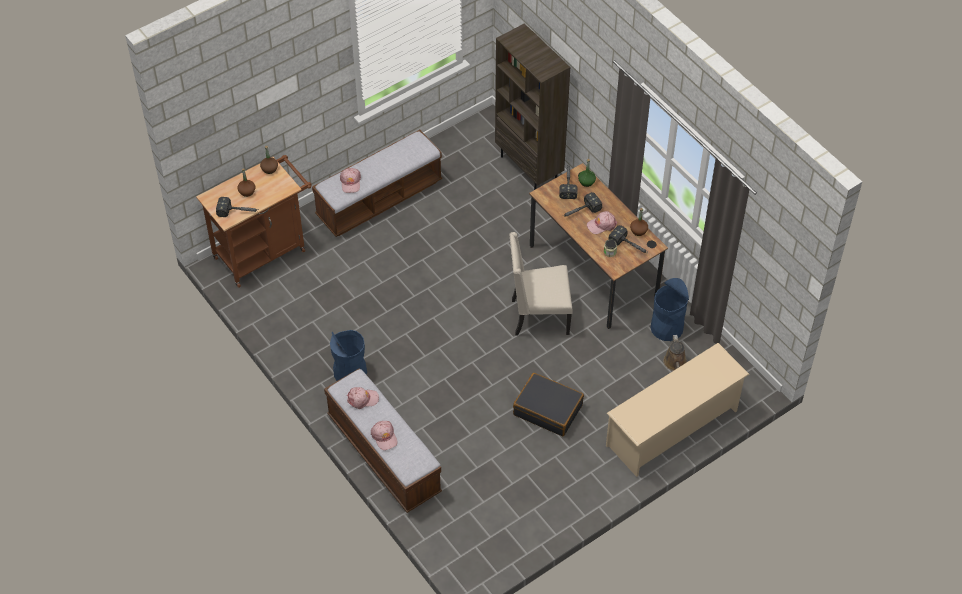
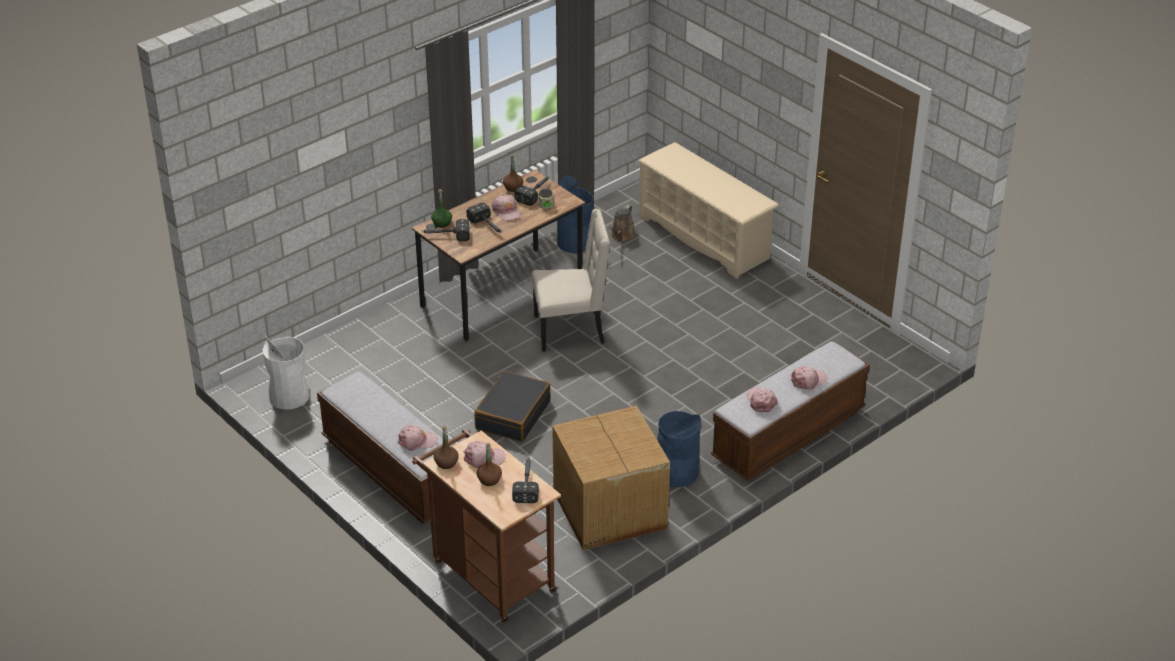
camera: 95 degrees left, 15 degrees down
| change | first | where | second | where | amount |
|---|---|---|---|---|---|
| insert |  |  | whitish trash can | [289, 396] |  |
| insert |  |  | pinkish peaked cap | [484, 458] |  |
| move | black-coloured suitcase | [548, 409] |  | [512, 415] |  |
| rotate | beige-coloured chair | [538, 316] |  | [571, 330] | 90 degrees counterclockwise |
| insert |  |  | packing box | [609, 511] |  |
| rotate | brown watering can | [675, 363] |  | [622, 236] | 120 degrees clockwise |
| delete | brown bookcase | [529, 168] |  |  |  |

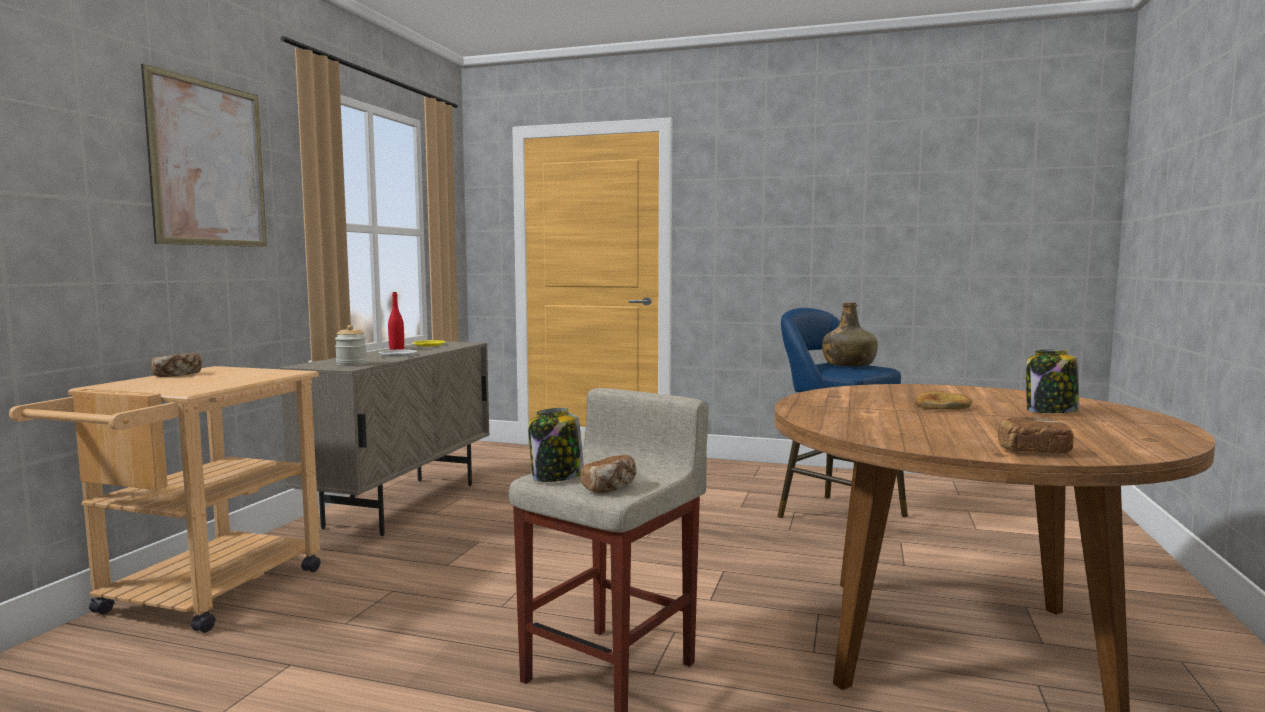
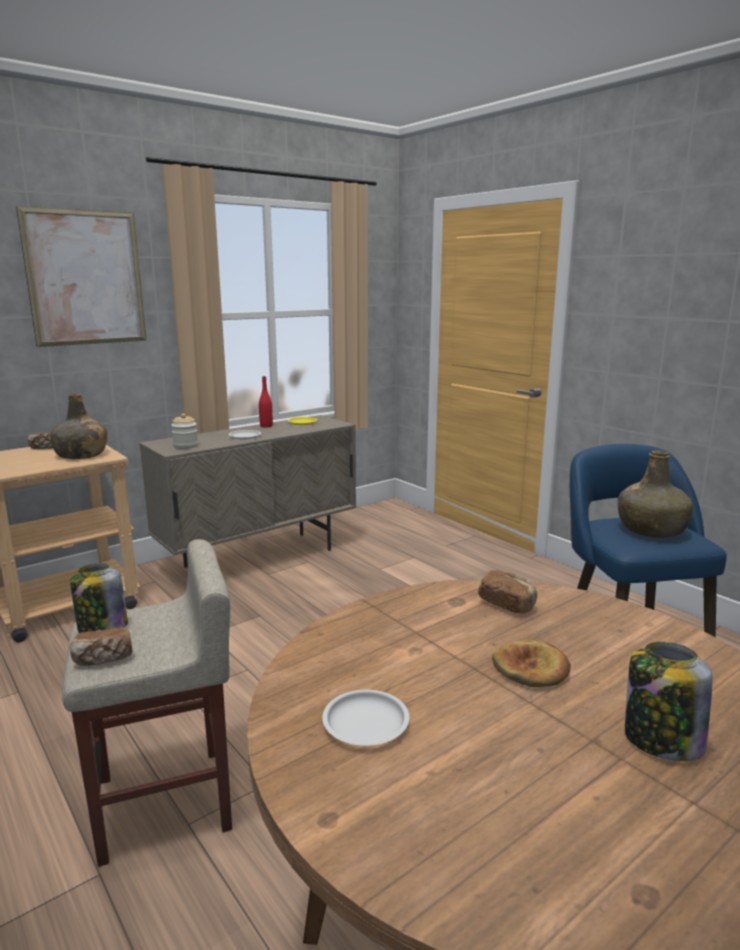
camera: 35 degrees right, 10 degrees up
| change | first | where | second | where | amount |
|---|---|---|---|---|---|
| insert |  |  | green drink bottle | [81, 455] |  |
| insert |  |  | whitish dinner plate | [365, 723] |  |
| move | bakery bread | [1033, 452] |  | [507, 604] |  |

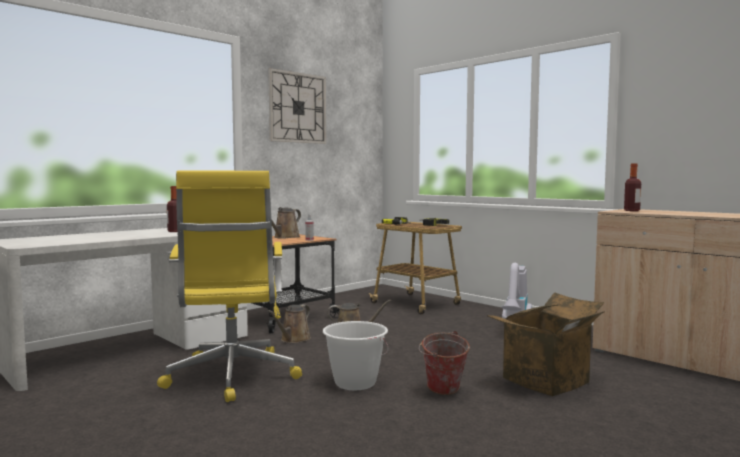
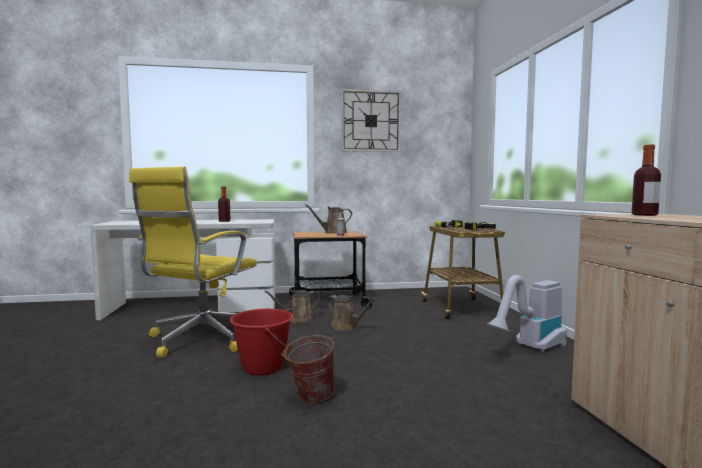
camera: 35 degrees right, 0 degrees up
| change | first | where | second | where | amount |
|---|---|---|---|---|---|
| recolor | whitish bucket | [355, 383] | red-coloured bucket | [262, 367] |  |
| delete | packing box | [547, 382] |  |  |  |

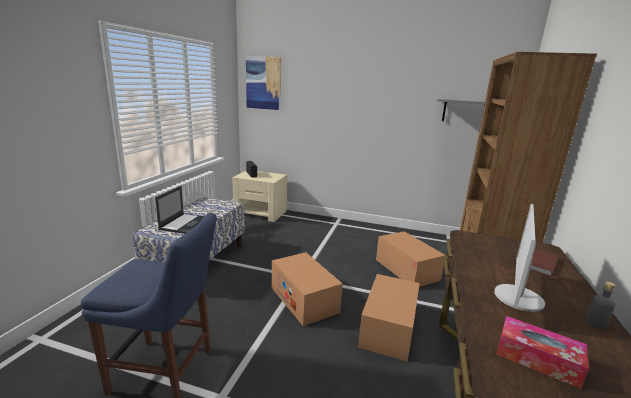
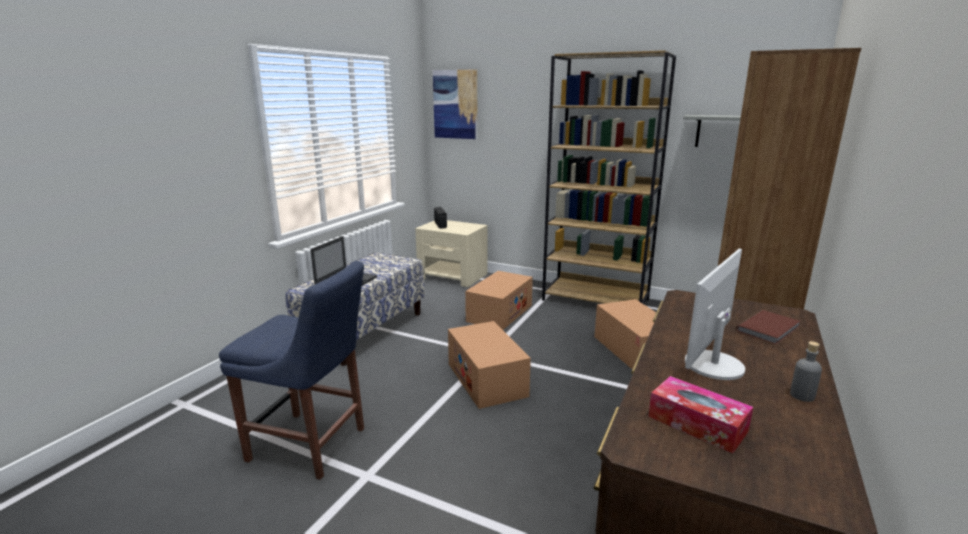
camera: 10 degrees right, 0 degrees up
| change | first | where | second | where | amount |
|---|---|---|---|---|---|
| move | packing box | [388, 328] |  | [499, 313] |  |
| insert |  |  | brown bookcase | [596, 299] |  |

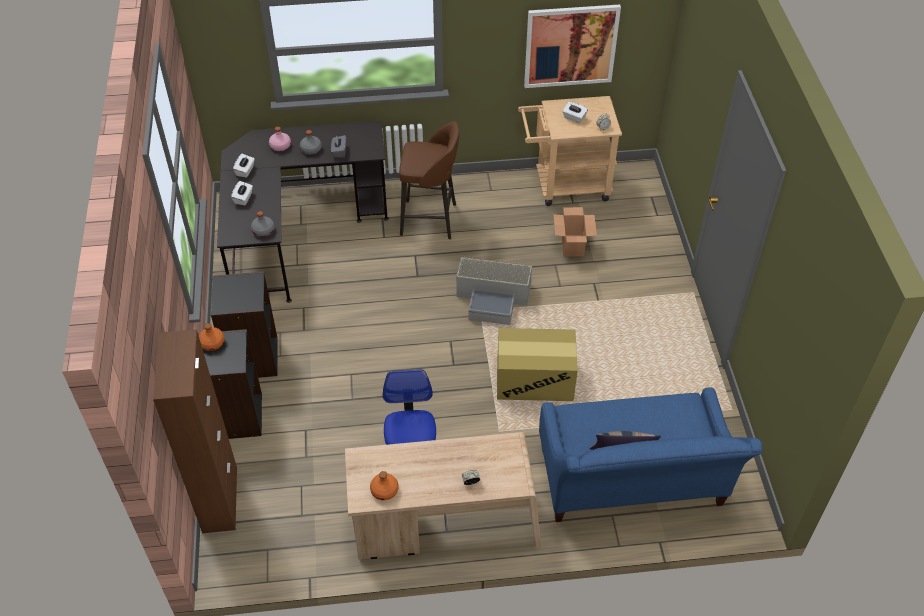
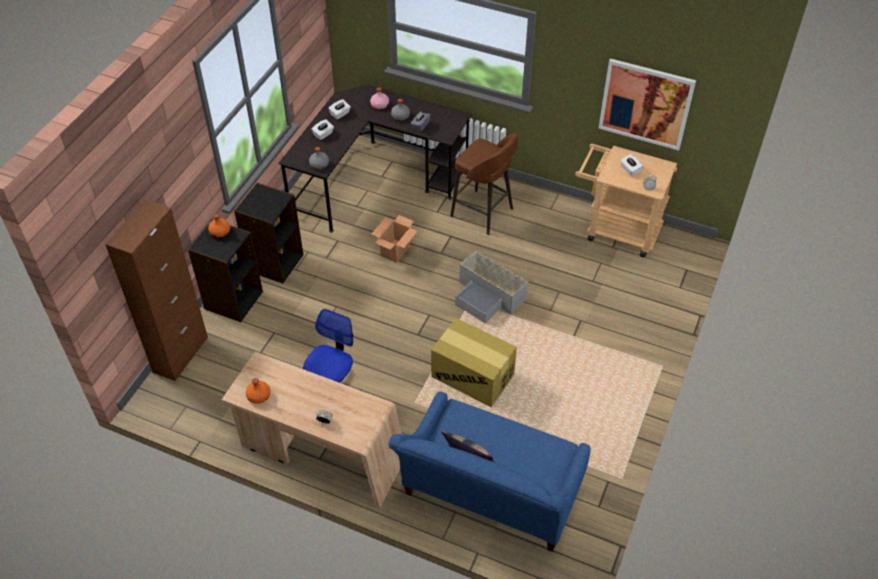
camera: 30 degrees right, 0 degrees up
| change | first | where | second | where | amount |
|---|---|---|---|---|---|
| move | packing box | [572, 245] |  | [395, 250] |  |

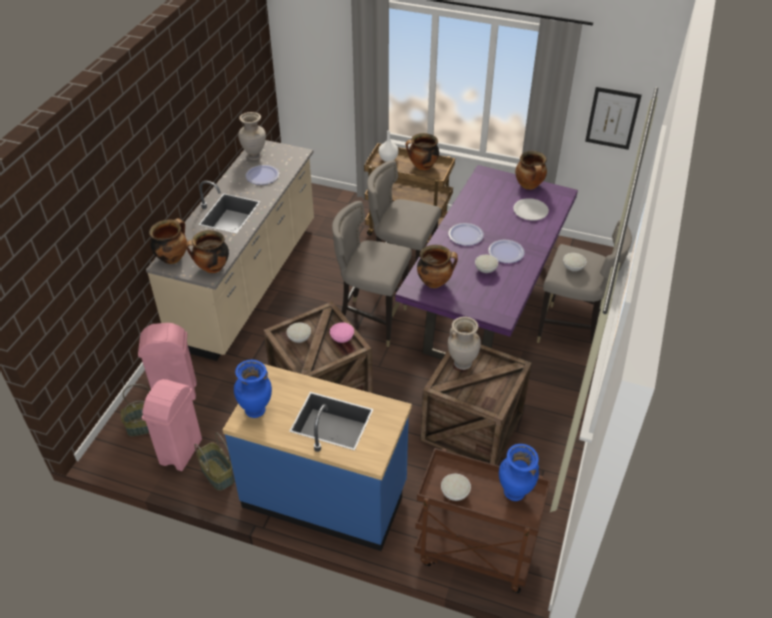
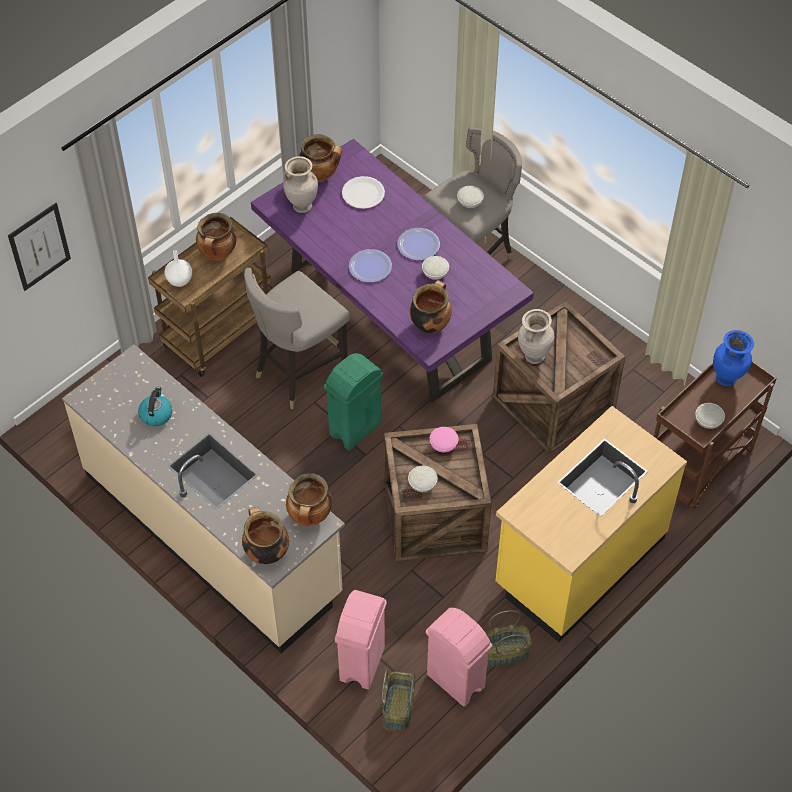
camera: 65 degrees left, 10 degrees up
| change | first | where | second | where | amount |
|---|---|---|---|---|---|
| move | wall art | [612, 118] |  | [39, 246] |  |
| replace | dinner plate | [262, 175] | tea kettle | [156, 414] |  |
| move | beige-coloured vase | [255, 156] |  | [302, 206] |  |
| replace | grey stool seat | [372, 320] | green trash can | [354, 429] |  |
| recolor | blue kitchen counter | [325, 495] | yellow-coloured kitchen counter | [578, 561] |  |
| delete | blue vase | [256, 411] |  |  |  |

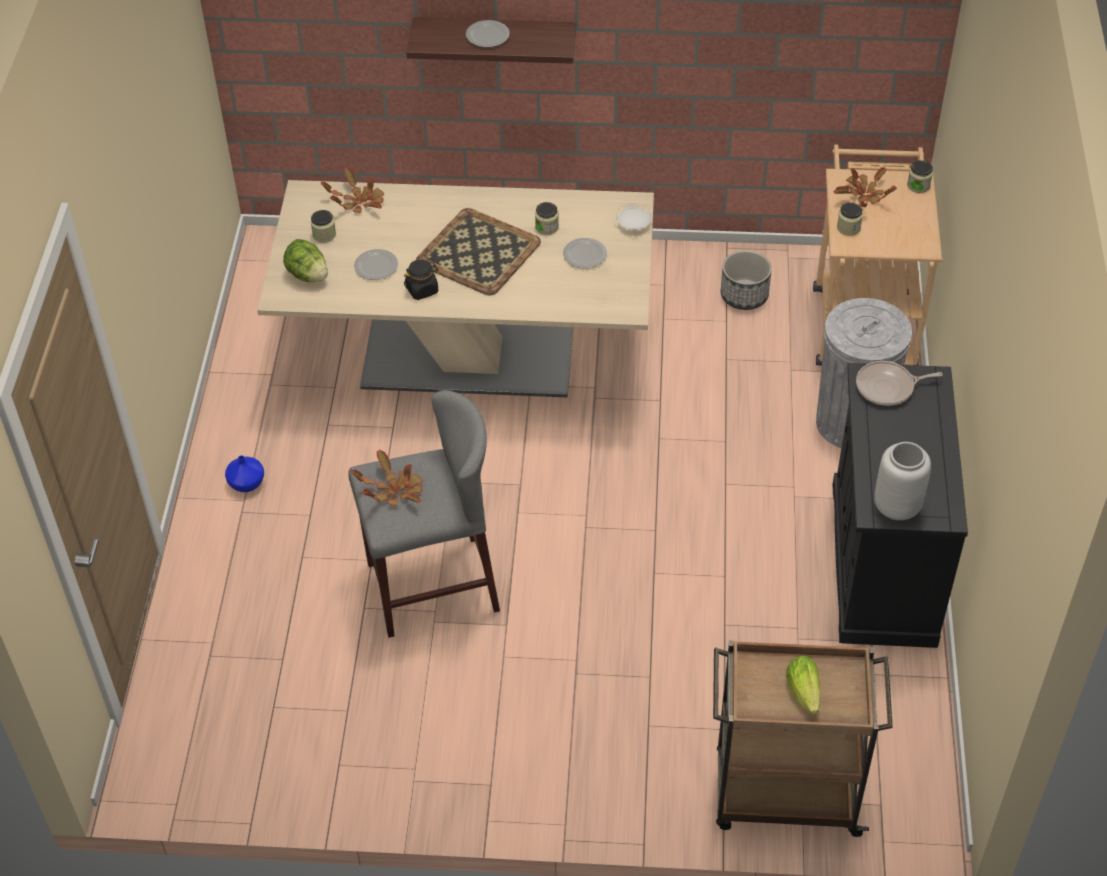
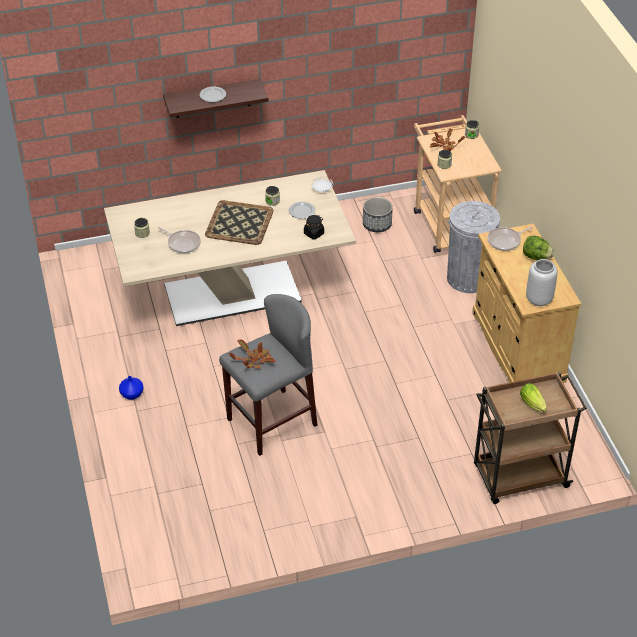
camera: 20 degrees left, 5 degrees down
| change | first | where | second | where | amount |
|---|---|---|---|---|---|
| replace | dinner plate | [376, 266] | pan | [182, 243] |  |
| move | black-coloured preserve jar | [422, 290] |  | [314, 233] |  |
| recolor | black-coloured cabinet | [882, 563] | beige-coloured cabinet | [517, 347] |  |
| move | lettuce | [308, 275] |  | [536, 257] |  |
| delete | plant in a pot | [359, 202] |  |  |  |

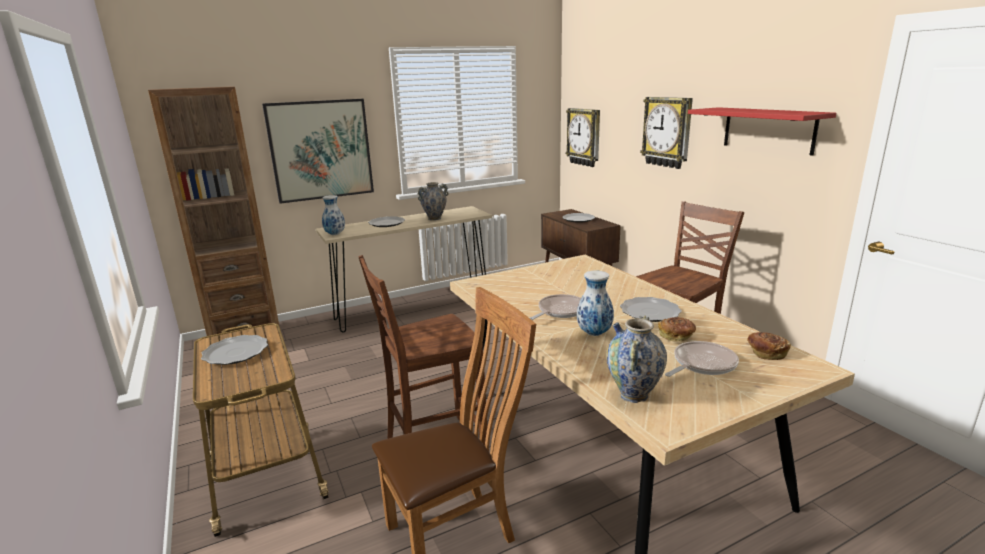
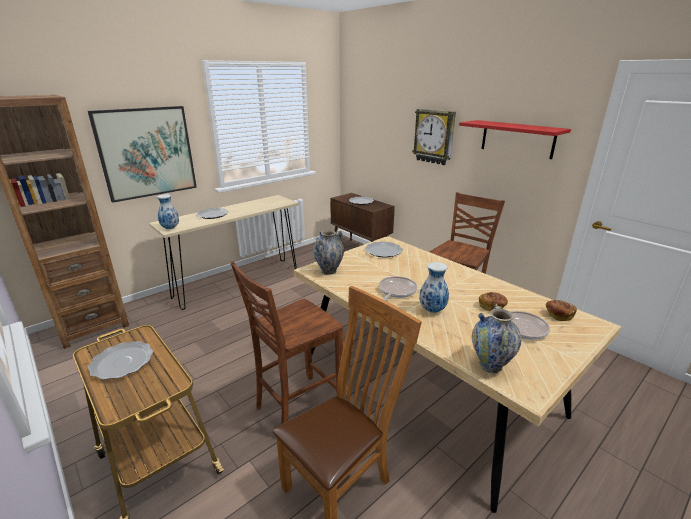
camera: 15 degrees left, 5 degrees up
| change | first | where | second | where | amount |
|---|---|---|---|---|---|
| move | vase | [434, 218] |  | [329, 271] |  |
| move | dinner plate | [649, 312] |  | [383, 251] |  |
| delete | wall clock | [584, 137] |  |  |  |

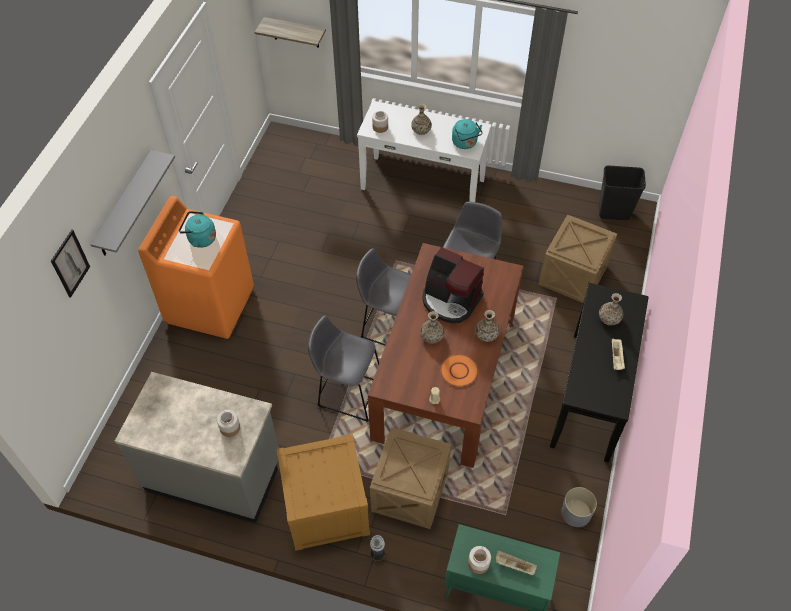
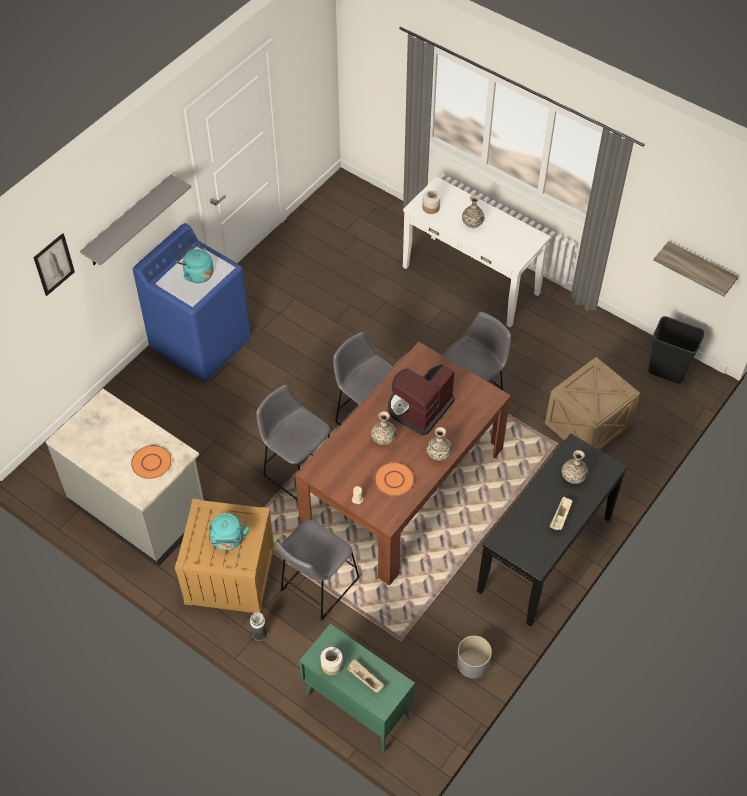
camera: 20 degrees right, 0 degrees up
| change | first | where | second | where | amount |
|---|---|---|---|---|---|
| replace | preserve jar | [230, 427] | orangey dinner plate | [151, 462] |  |
| recolor | orangey laundry machine | [210, 304] | blue laundry machine | [201, 343] |  |
| move | blue-green tea kettle | [465, 143] |  | [228, 540] |  |
| replace | shipping crate | [410, 492] | grey stool seat | [316, 587] |  |
| rotate | coffee brewer | [450, 300] |  | [419, 408] | 75 degrees clockwise |
| move | shelf | [295, 32] |  | [700, 268] |  |

